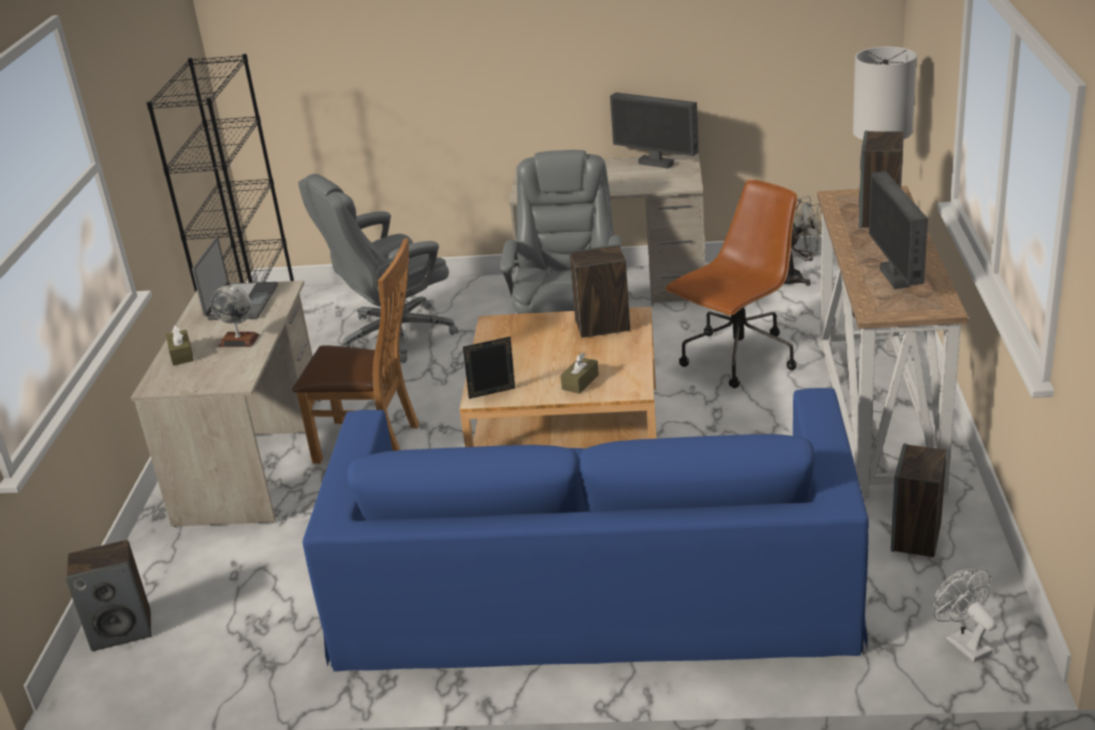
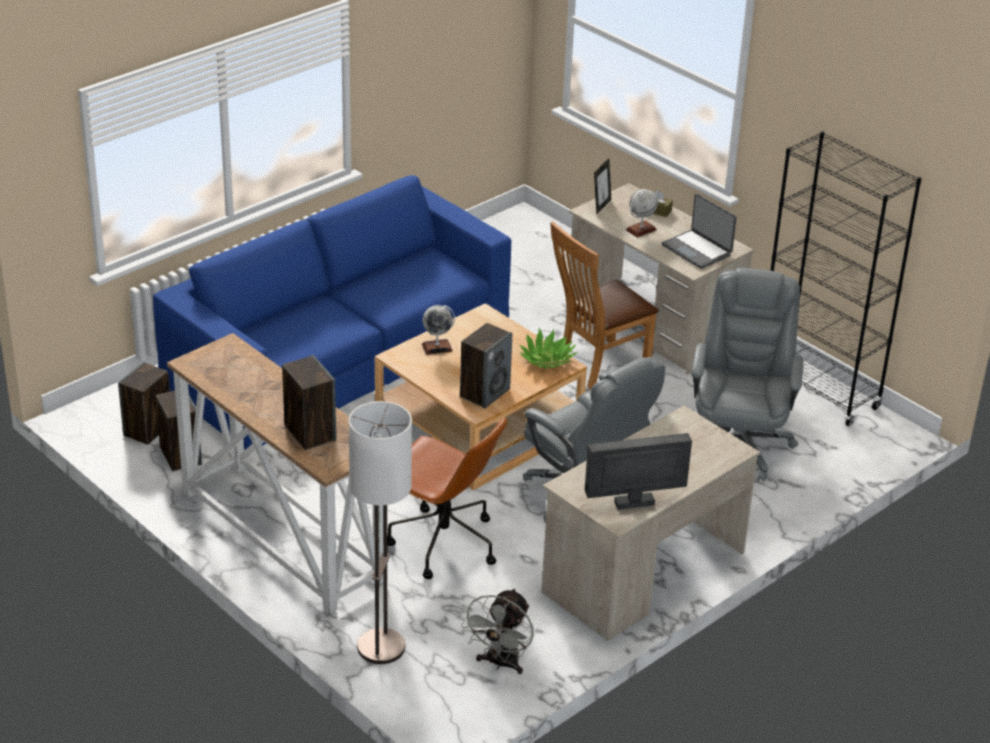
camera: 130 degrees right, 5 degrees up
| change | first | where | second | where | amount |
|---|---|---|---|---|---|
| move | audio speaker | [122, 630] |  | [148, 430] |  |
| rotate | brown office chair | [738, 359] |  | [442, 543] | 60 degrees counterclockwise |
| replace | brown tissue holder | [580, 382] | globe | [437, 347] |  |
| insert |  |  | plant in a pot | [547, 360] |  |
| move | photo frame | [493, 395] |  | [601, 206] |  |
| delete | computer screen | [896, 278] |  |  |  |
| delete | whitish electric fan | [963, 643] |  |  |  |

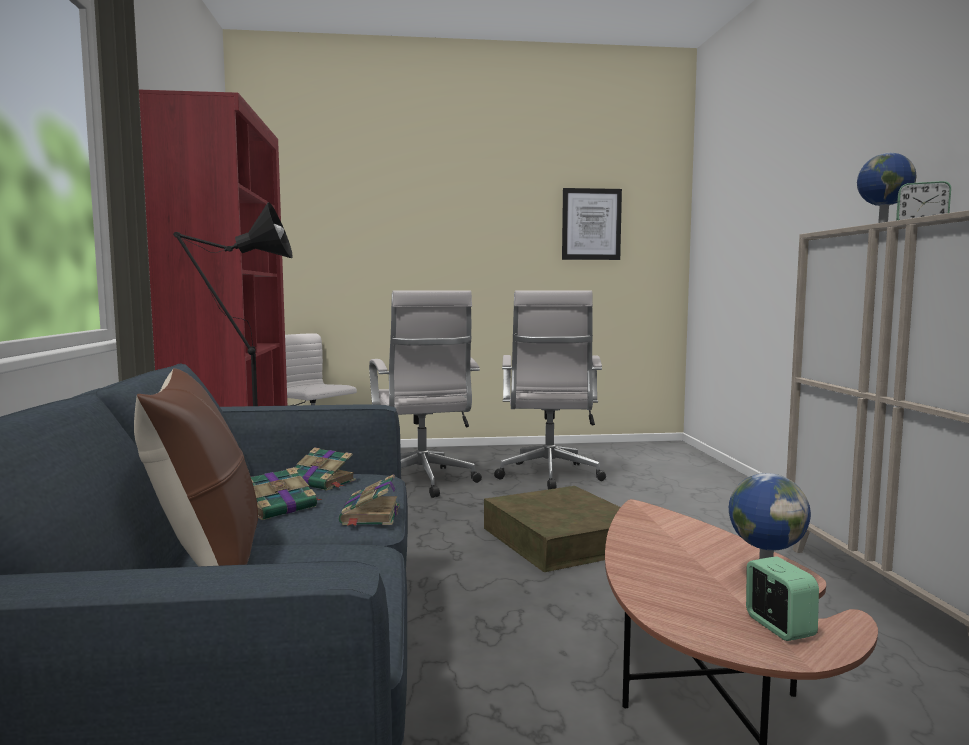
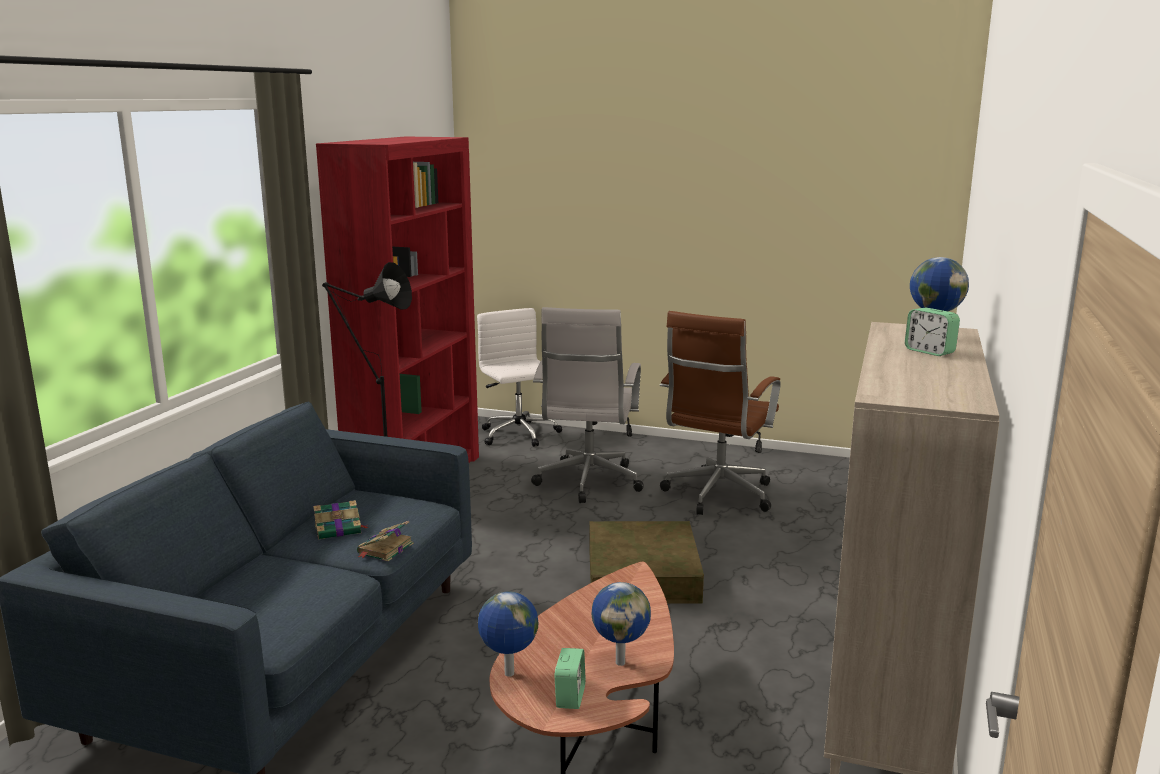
camera: 25 degrees right, 10 degrees up
| change | first | where | second | where | amount |
|---|---|---|---|---|---|
| insert |  |  | globe | [508, 674] |  |
| recolor | whitish office chair | [549, 477] | brown office chair | [717, 496] |  |
| delete | brown throw pillow | [207, 558] |  |  |  |
| delete | volume | [322, 482] |  |  |  |
| delete | wall art | [591, 224] |  |  |  |

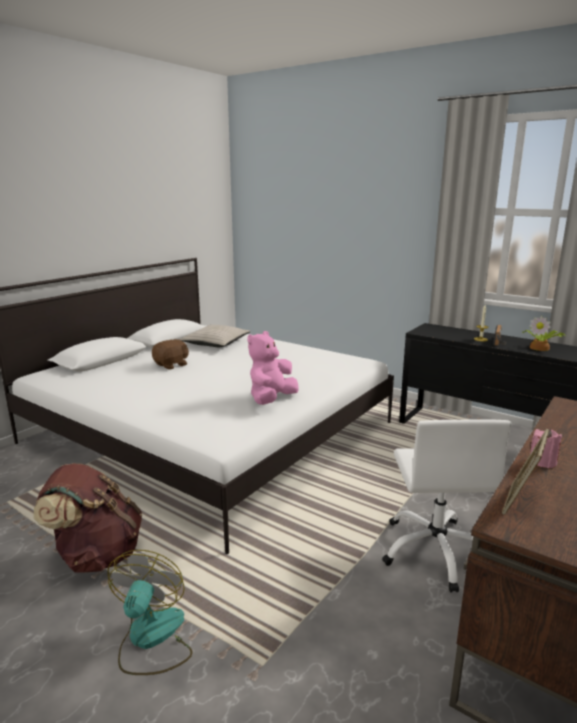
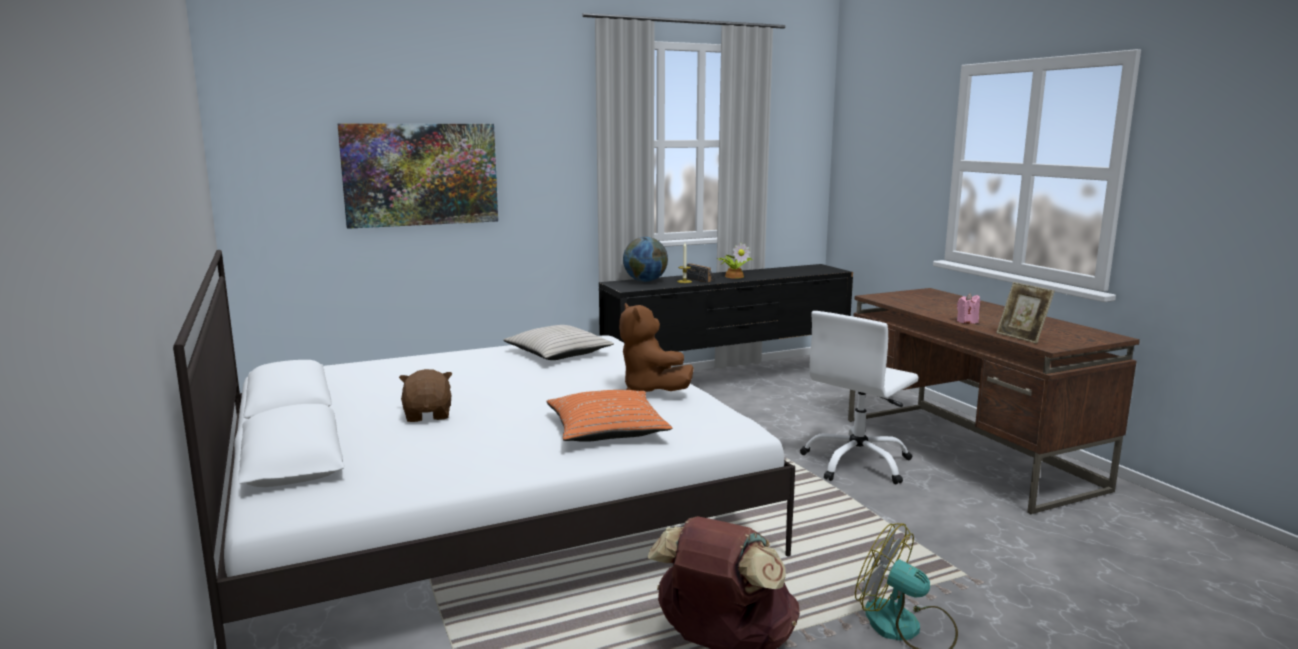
camera: 60 degrees left, 5 degrees down
| change | first | where | second | where | amount |
|---|---|---|---|---|---|
| insert |  |  | wall art | [421, 174] |  |
| move | beige-coloured throw pillow | [216, 343] |  | [558, 353] |  |
| insert |  |  | orangey throw pillow | [607, 429] |  |
| recolor | pinkish soft toy | [271, 399] | brown soft toy | [651, 390] |  |
| insert |  |  | globe | [645, 281] |  |
| rotate | whitish office chair | [436, 551] |  | [857, 463] | 105 degrees clockwise |

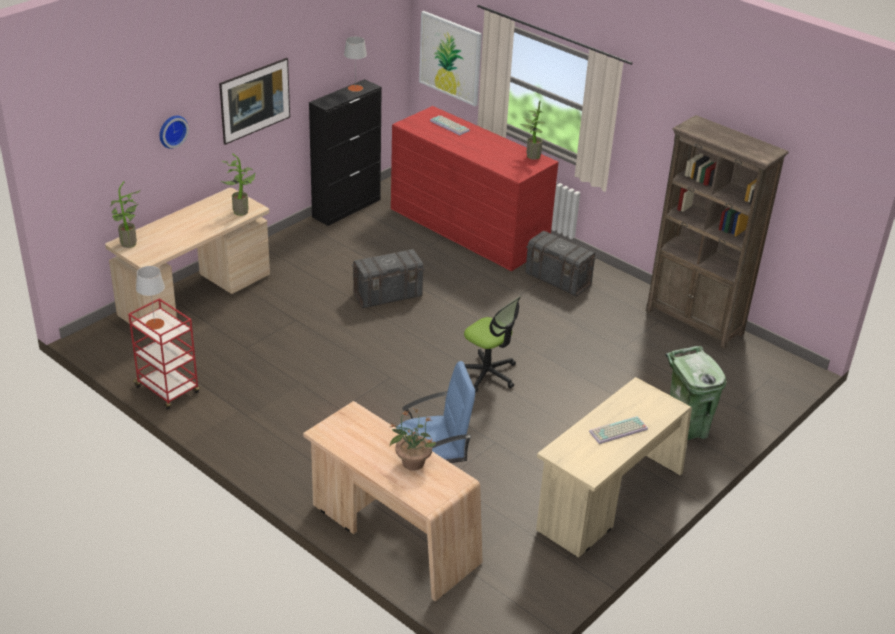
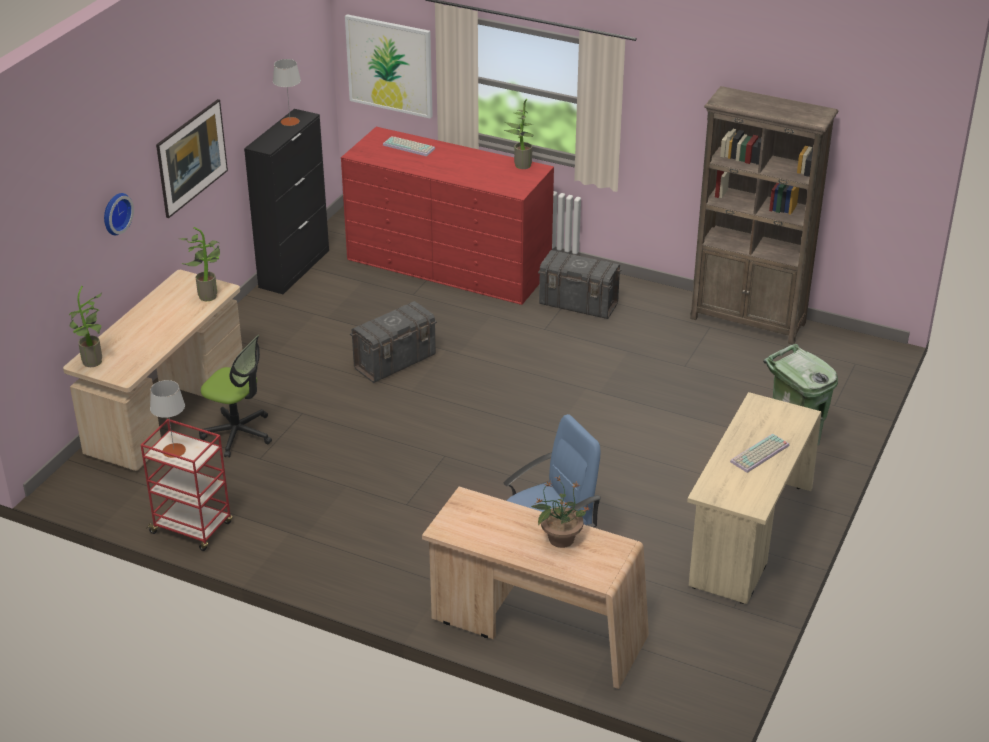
camera: 15 degrees left, 0 degrees up
| change | first | where | second | where | amount |
|---|---|---|---|---|---|
| move | office chair | [487, 374] |  | [238, 434] |  |

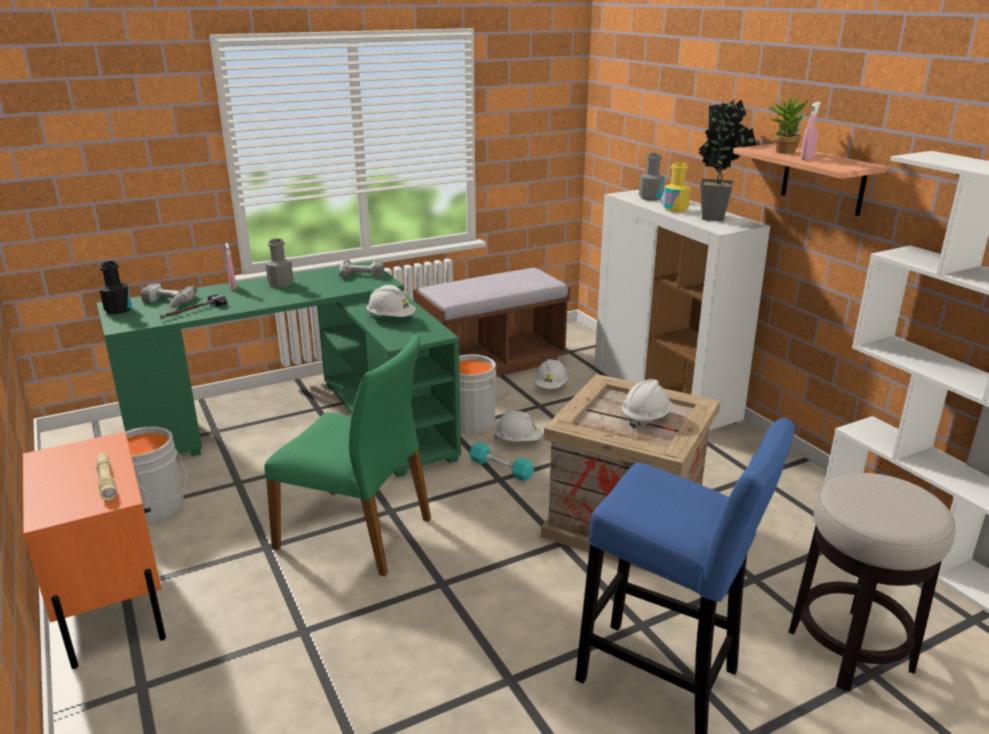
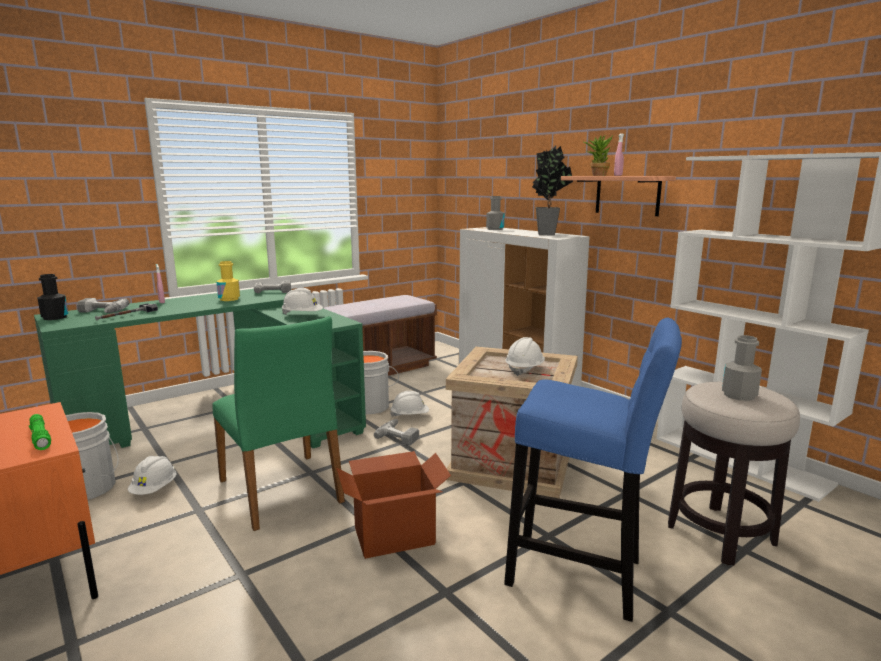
camera: 10 degrees left, 10 degrees down
| change | first | where | second | where | amount |
|---|---|---|---|---|---|
| recolor | beige-coloured flashlight | [107, 481] | green flashlight | [40, 437] |  |
| move | whitish work helmet | [551, 386] |  | [154, 489] |  |
| rotate | green chair | [357, 532] |  | [283, 491] | 45 degrees clockwise |
| move | yellow-coloured drink bottle | [675, 209] |  | [229, 299] |  |
| insert |  |  | packing box | [393, 535] |  |
| replace | blue-green free weight | [500, 468] | drill | [400, 435] |  |
| move | grey drink bottle | [281, 283] |  | [739, 395] |  |

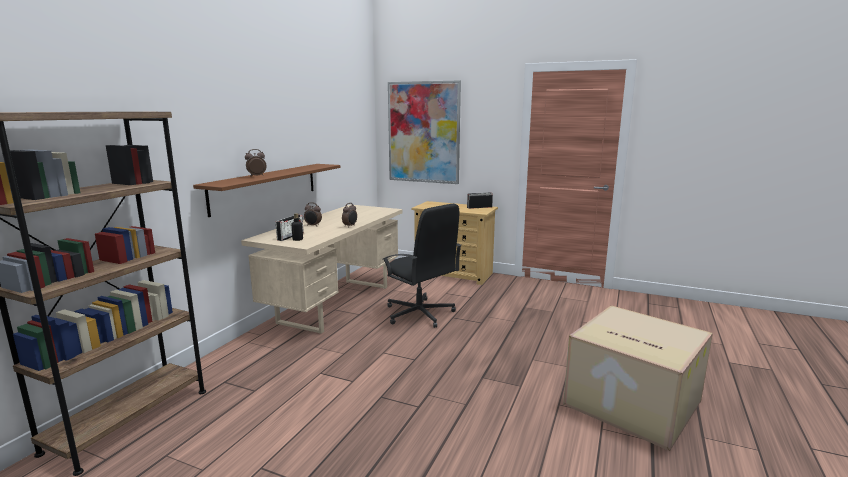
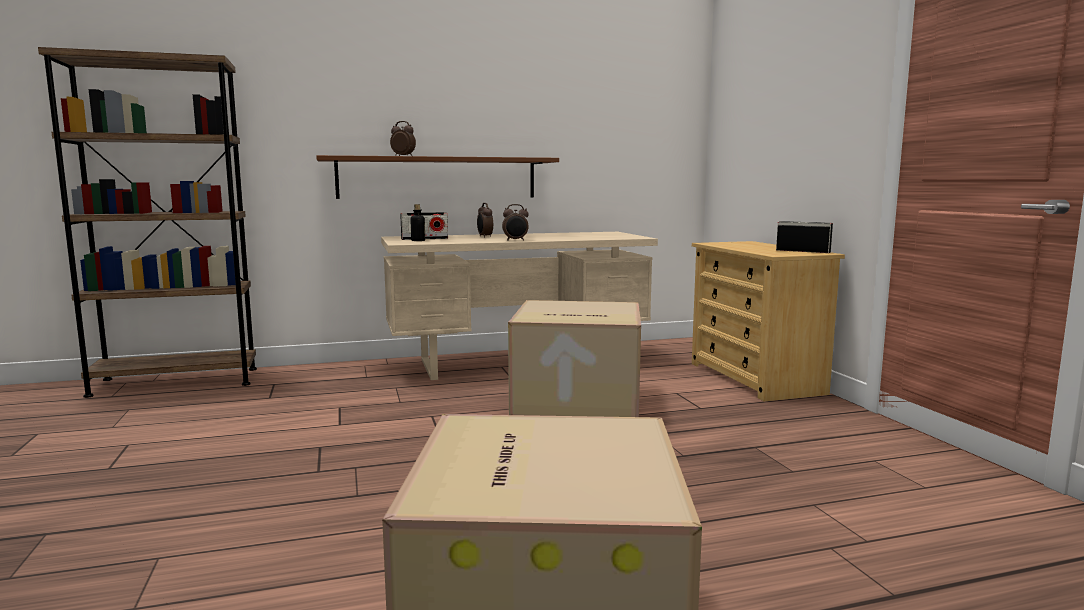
camera: 50 degrees right, 5 degrees down
| change | first | where | second | where | amount |
|---|---|---|---|---|---|
| replace | black-coloured office chair | [419, 314] | packing box | [575, 400] |  |
| delete | wall art | [423, 132] |  |  |  |

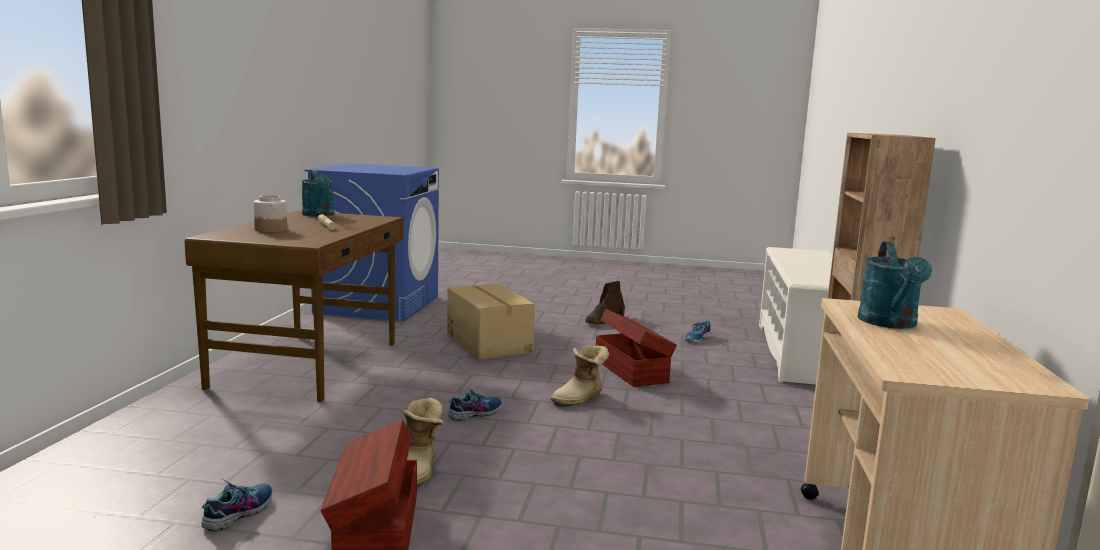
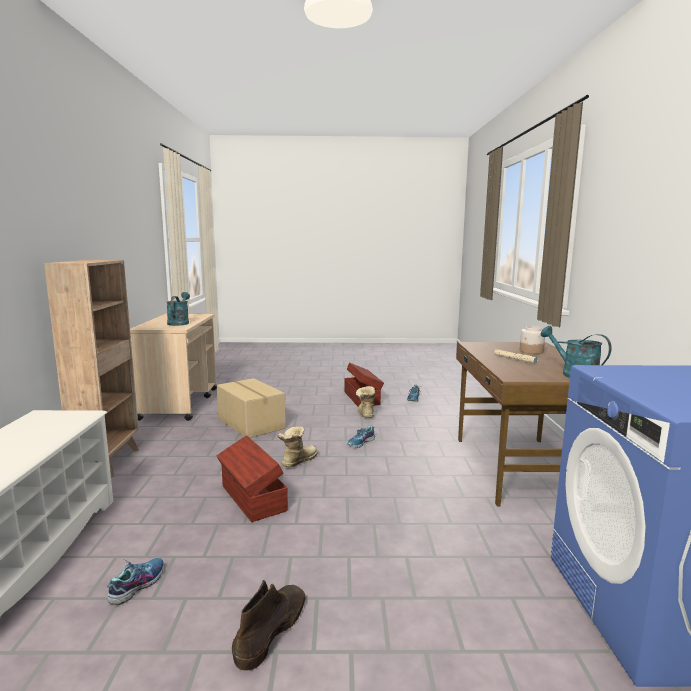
camera: 170 degrees right, 0 degrees up
| change | first | where | second | where | amount |
|---|---|---|---|---|---|
| move | packing box | [489, 343] |  | [250, 423] |  |

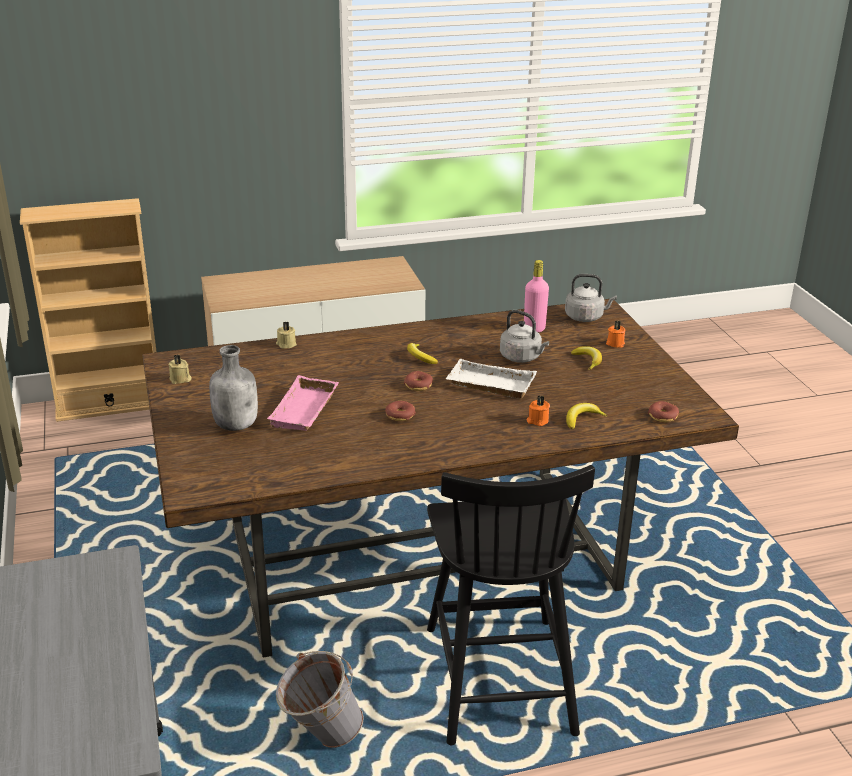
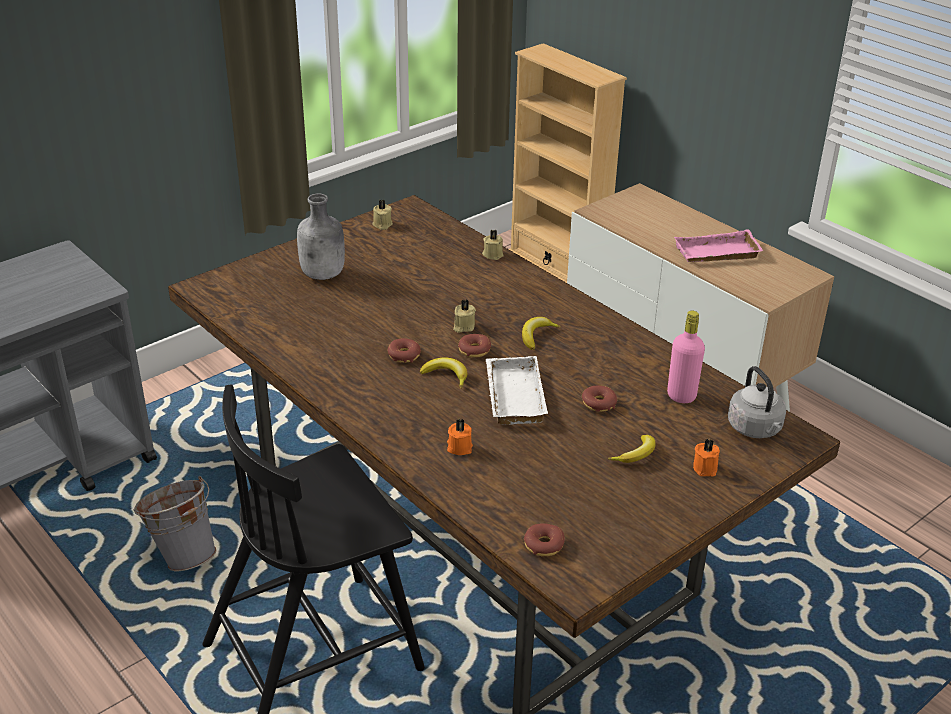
camera: 65 degrees right, 5 degrees up
| change | first | where | second | where | amount |
|---|---|---|---|---|---|
| move | whole banana | [582, 419] |  | [446, 376] |  |
| insert |  |  | beige-coloured candle | [463, 327] |  |
| replace | grey tea kettle | [522, 357] | doughnut | [598, 403] |  |
| move | pinkish serving tray | [306, 411] |  | [716, 254] |  |

